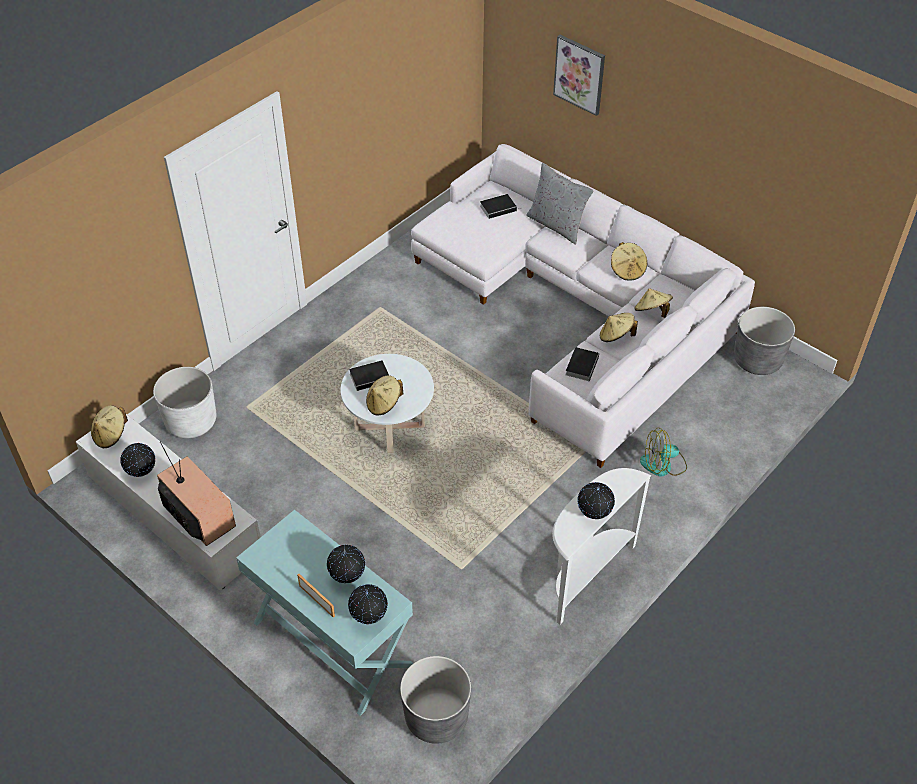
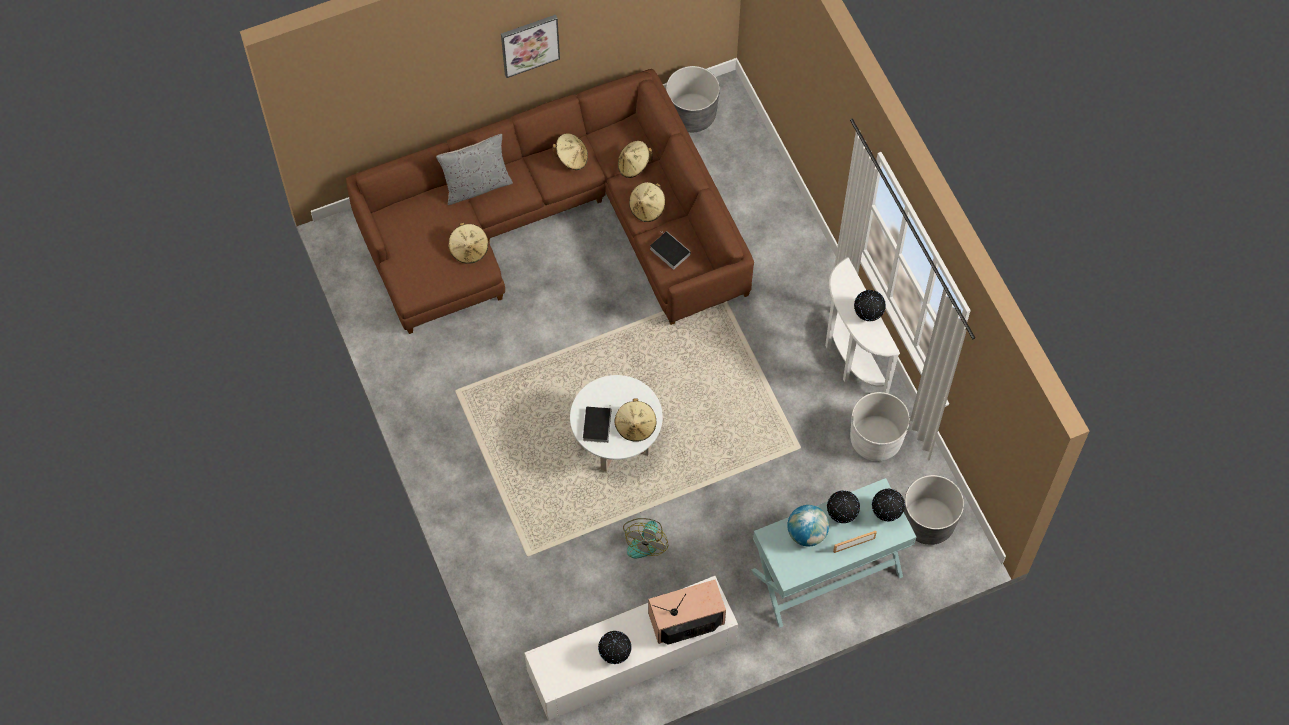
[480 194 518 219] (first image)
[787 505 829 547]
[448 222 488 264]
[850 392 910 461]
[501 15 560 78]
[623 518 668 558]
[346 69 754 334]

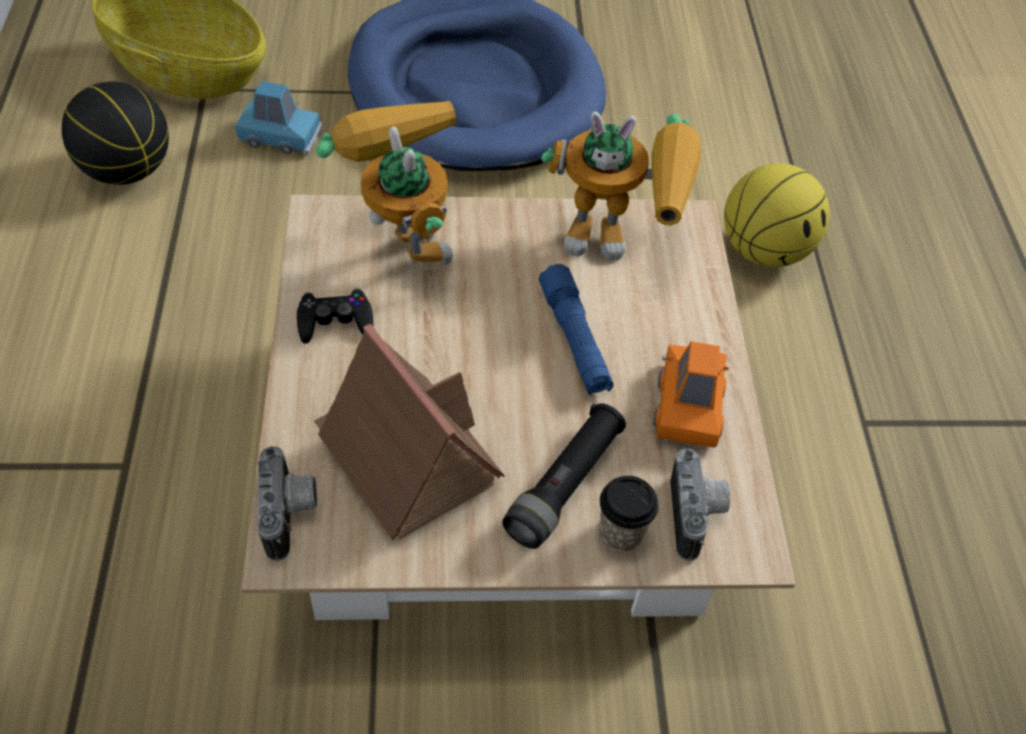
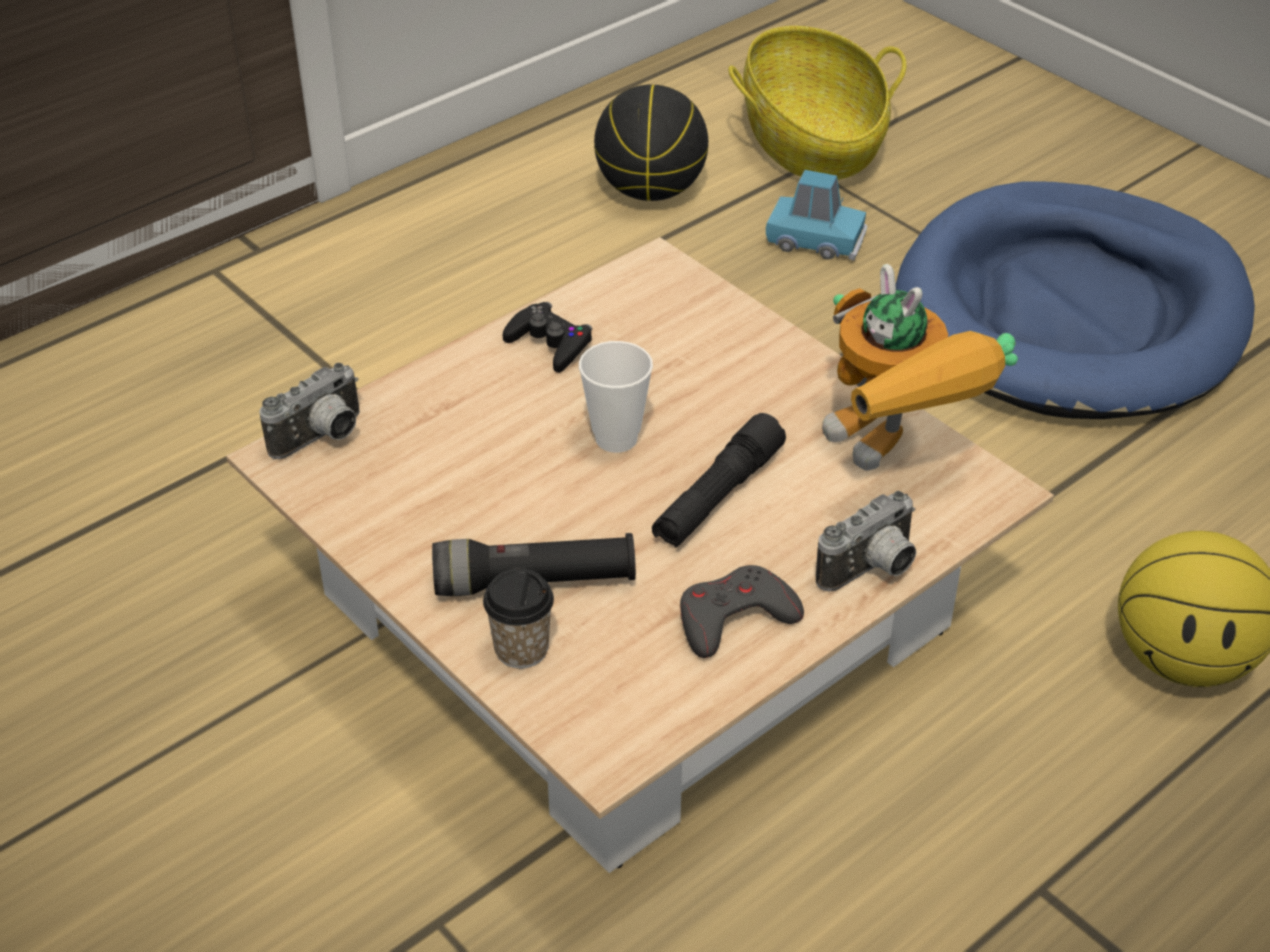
[314 323 505 540] (first image)
[316 101 456 265] (first image)
[579 341 653 453]
[816 491 916 592]
[680 565 804 658]
[652 413 786 547]
[766 170 867 261]

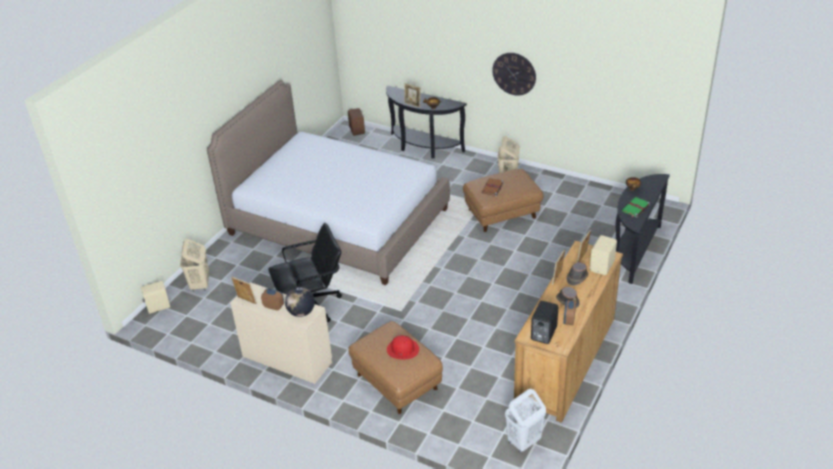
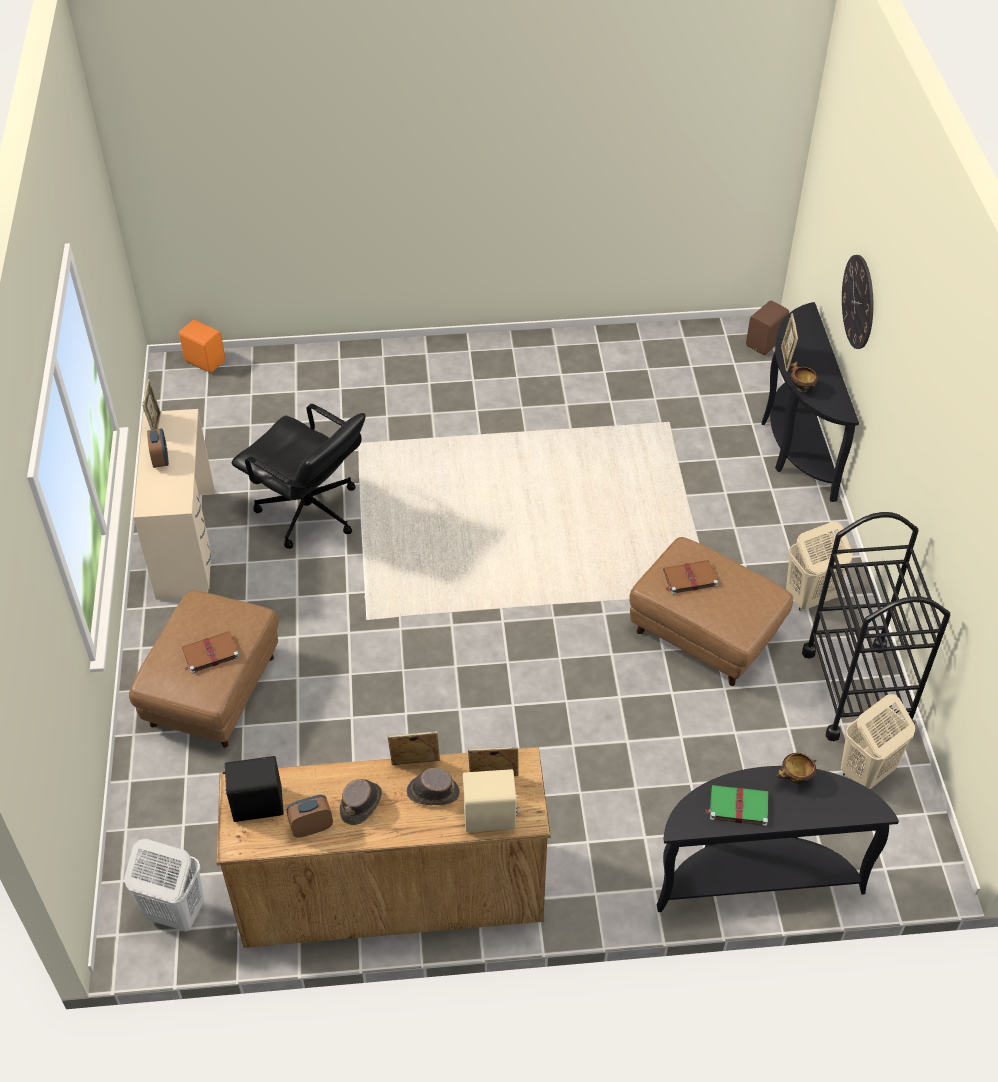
[207 80 450 285] (first image)
[285 287 315 317] (first image)
[802 512 950 741]
[841 694 915 789]
[842 255 873 349]
[182 631 239 674]
[179 320 225 373]

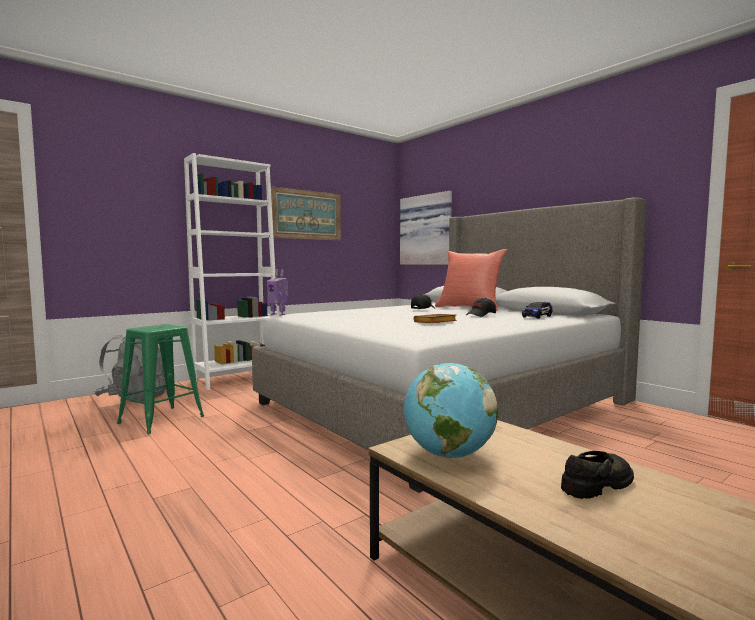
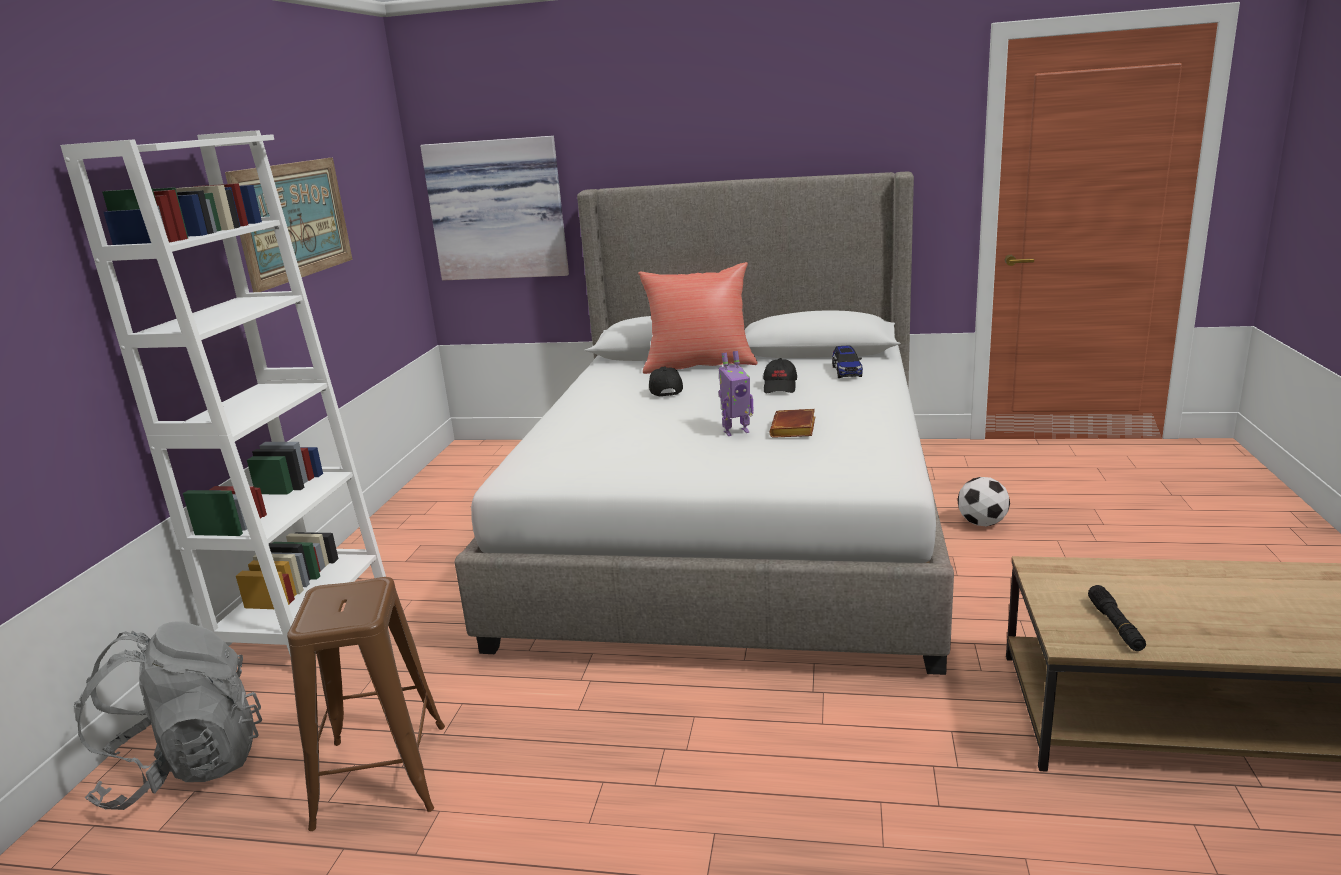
[561 451 634 499] (first image)
[957 477 1010 527]
[719 351 754 436]
[1088 585 1146 651]
[287 577 445 831]

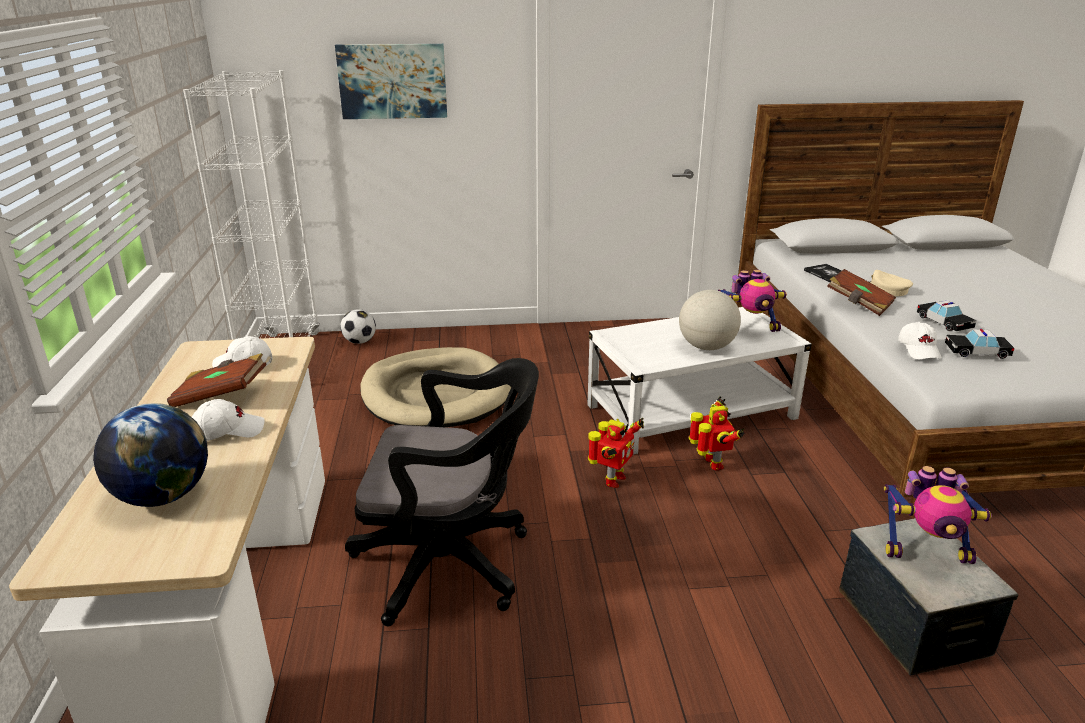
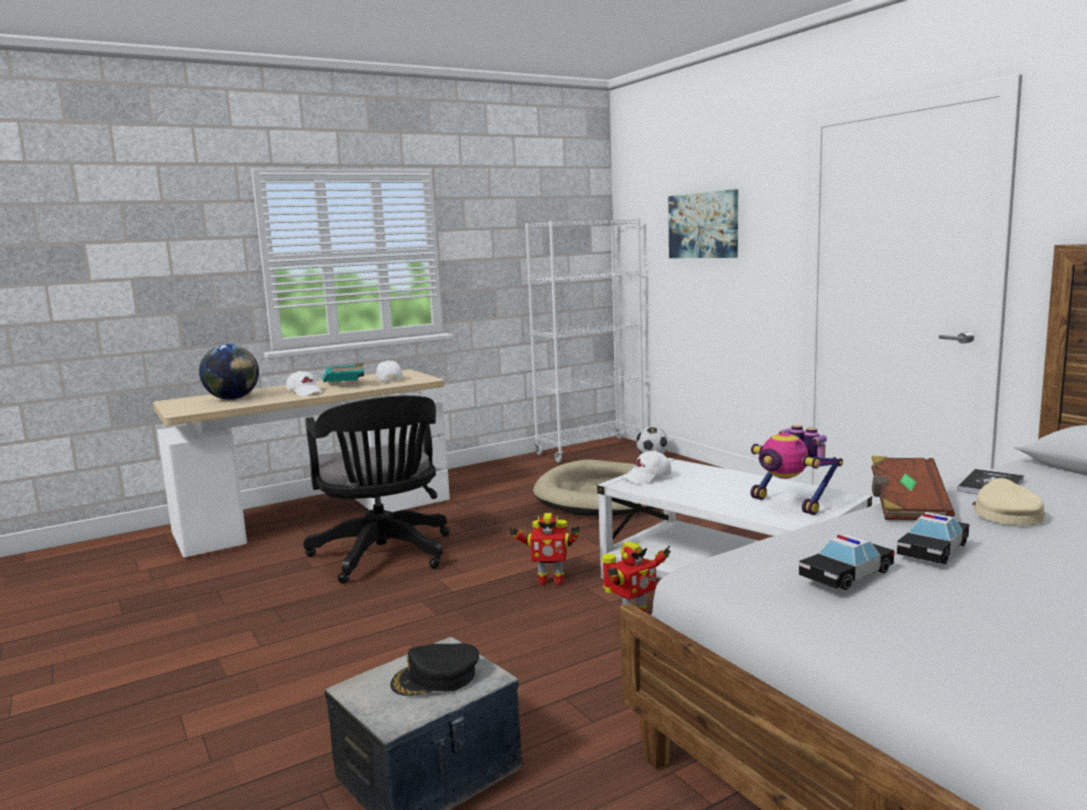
[679 290 741 350] (first image)
[623 451 672 484]
[390 643 479 696]
[322 363 364 382]
[799 534 895 590]

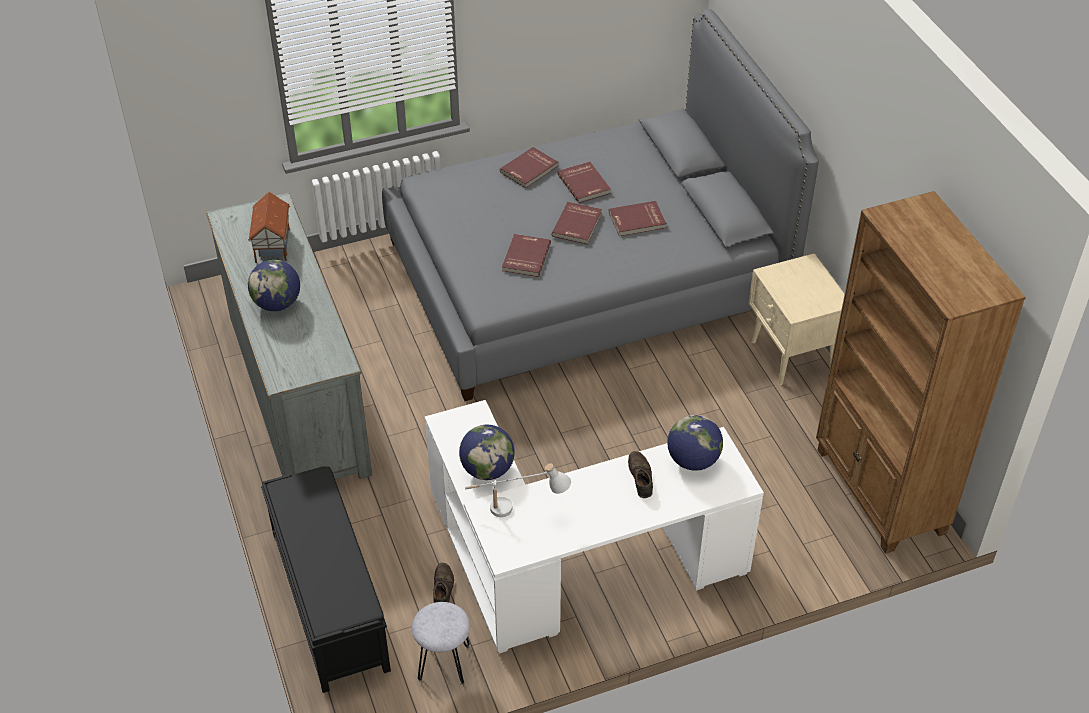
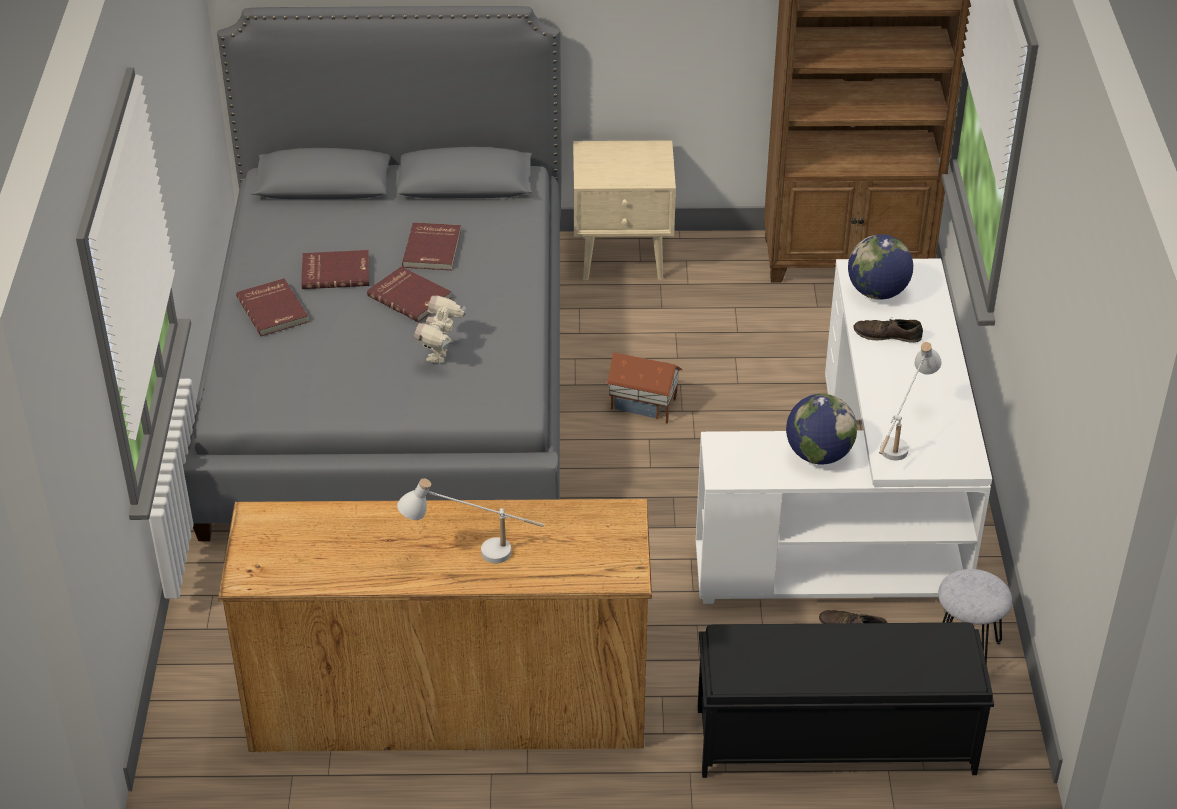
[606 353 682 424]
[397 478 544 563]
[414 296 466 363]
[218 499 652 752]

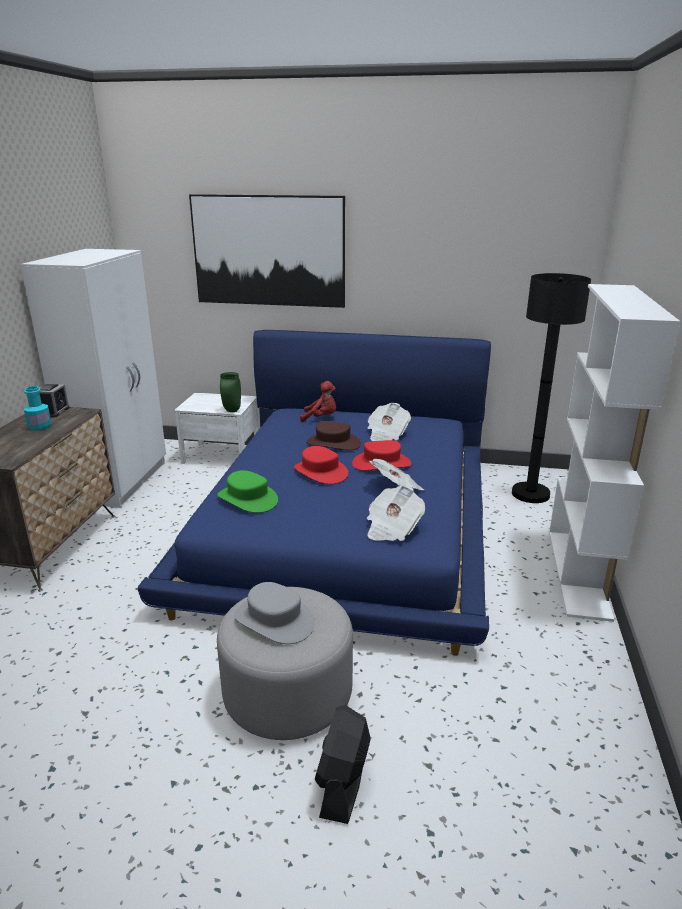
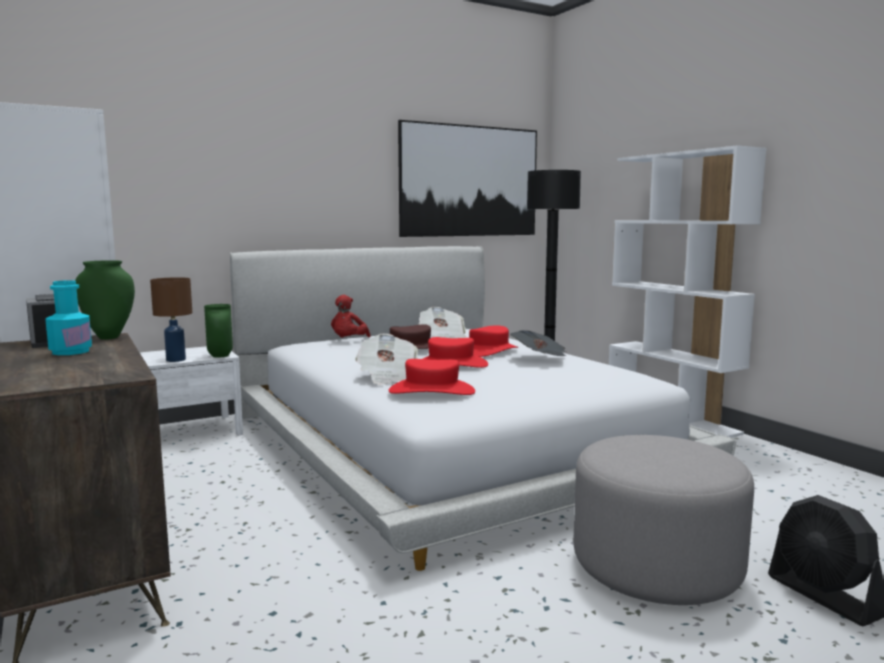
[234 582 315 644] (first image)
[75 260 135 340]
[150 277 192 362]
[398 120 537 237]
[355 334 418 385]
[230 246 736 571]
[389 359 475 395]
[331 295 371 338]

